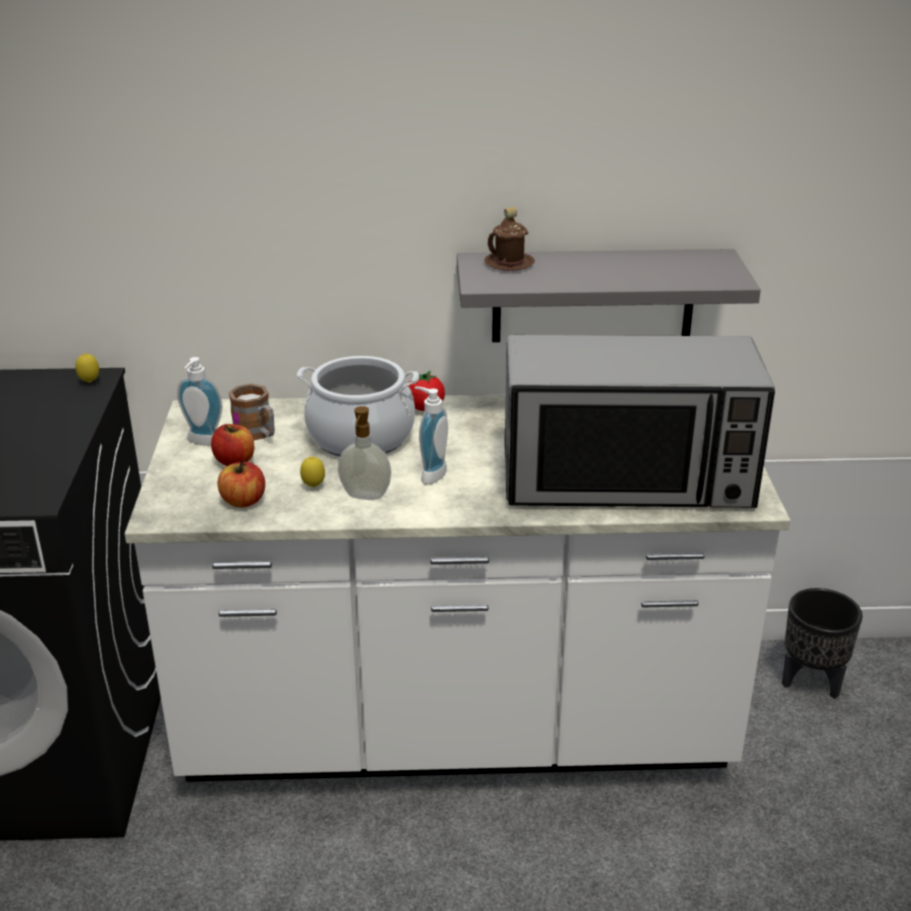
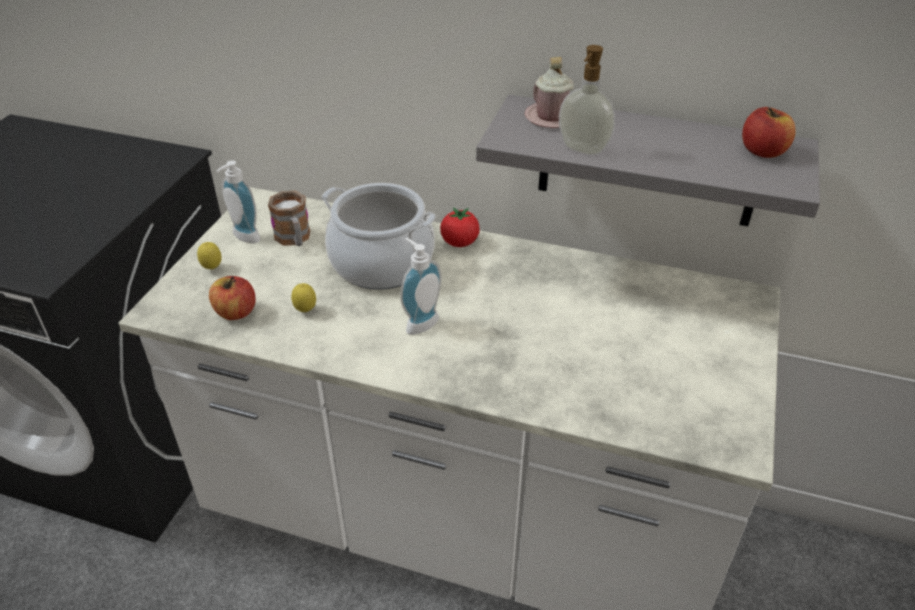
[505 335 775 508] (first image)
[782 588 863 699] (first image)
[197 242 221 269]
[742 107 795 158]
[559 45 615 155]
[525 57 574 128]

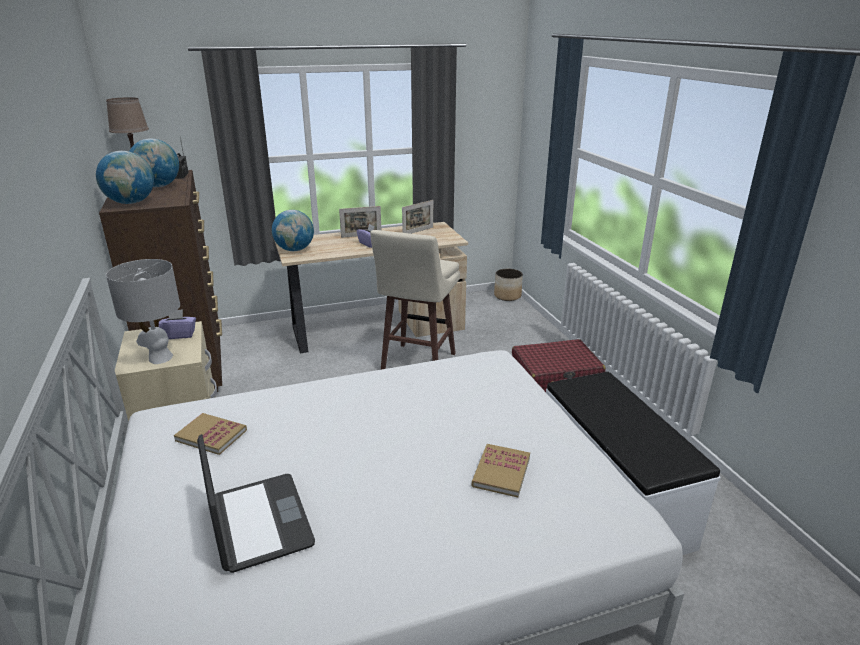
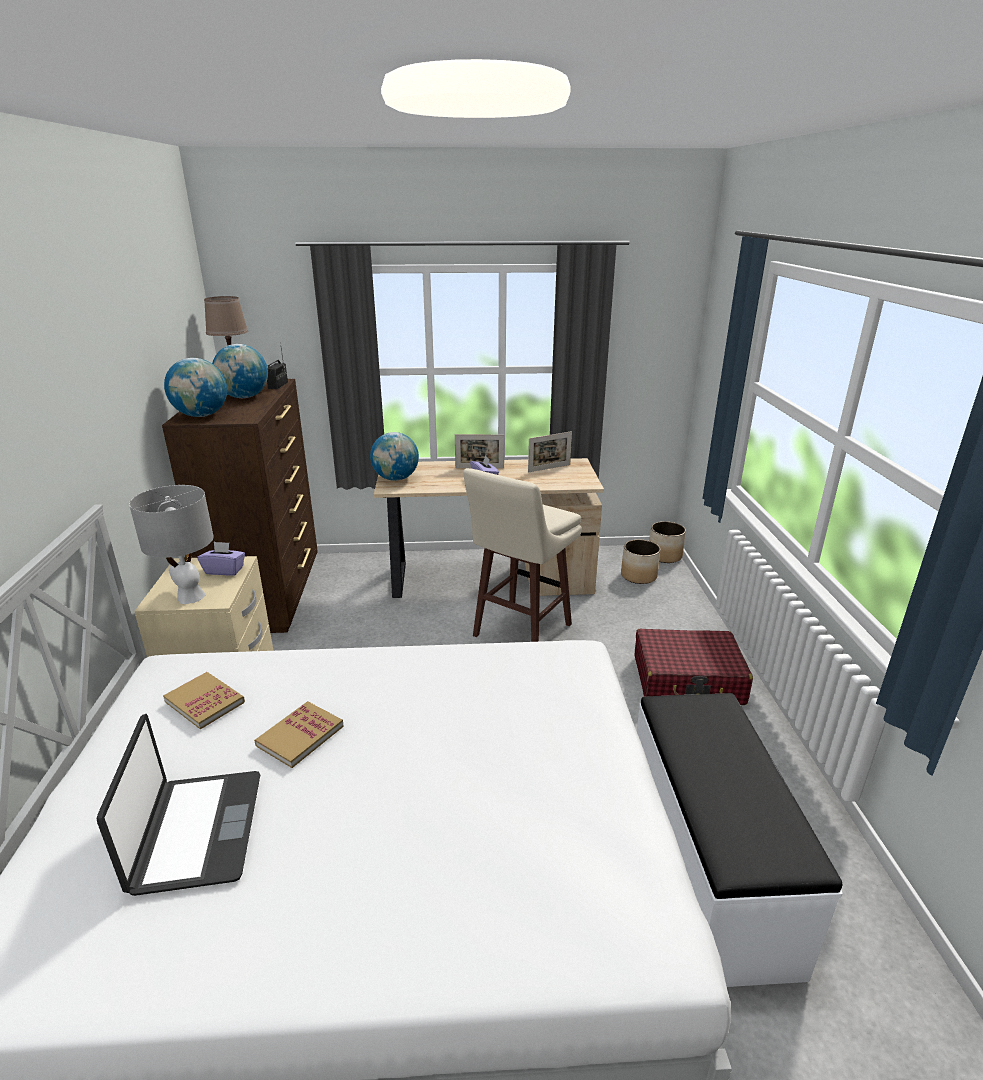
[621 539 660 584]
[254 701 344 768]

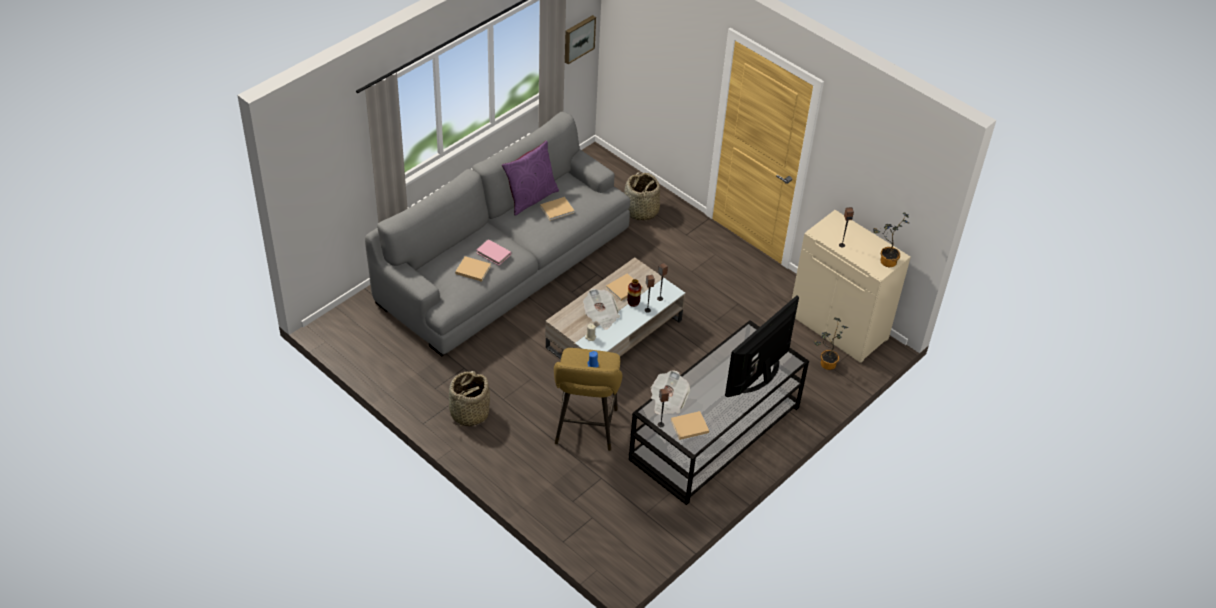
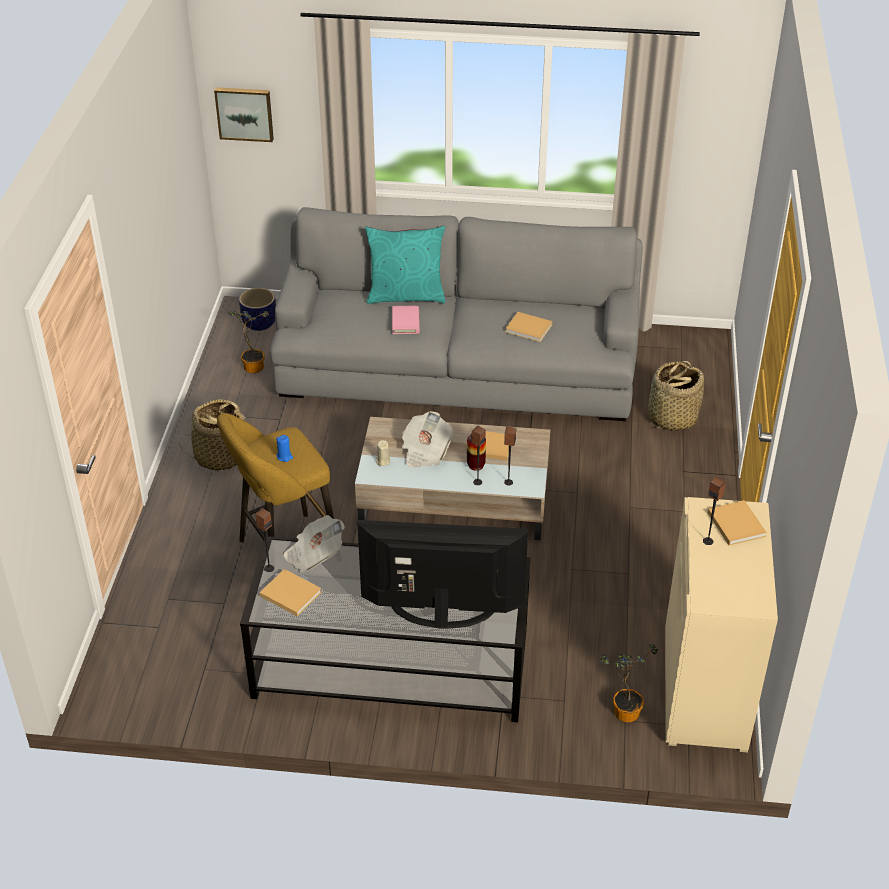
[502 140 559 216] (first image)
[239 288 276 331]
[365 226 446 304]
[708 500 767 545]
[214 87 274 142]
[227 311 269 373]

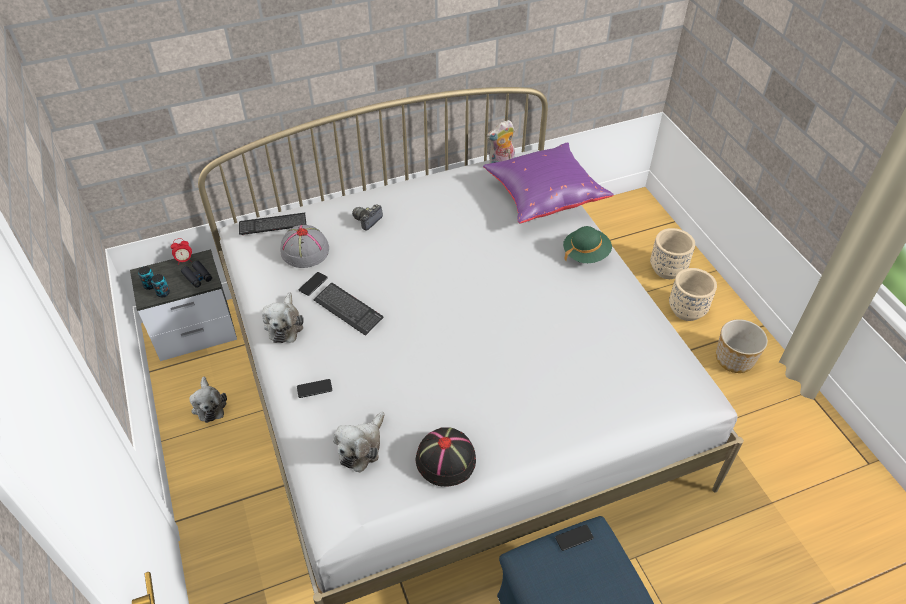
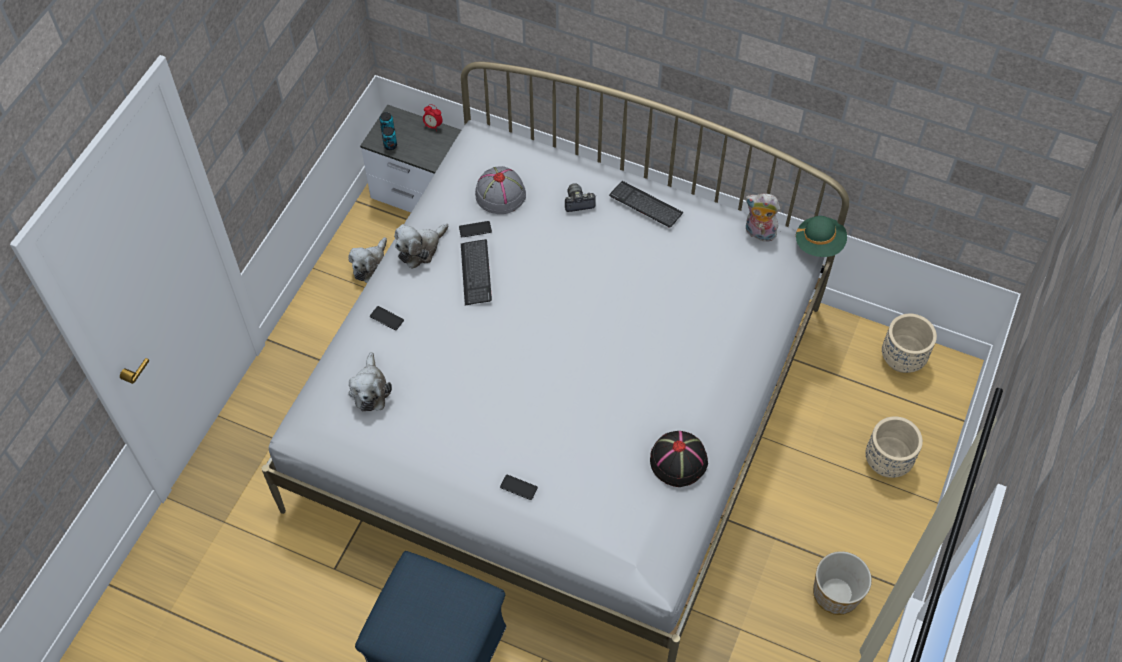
[181 260 212 288] (first image)
[483 142 614 224] (first image)
[609 181 684 228]
[650 431 708 487]
[500 475 538 500]
[795 216 847 257]
[882 314 937 373]
[349 352 392 411]

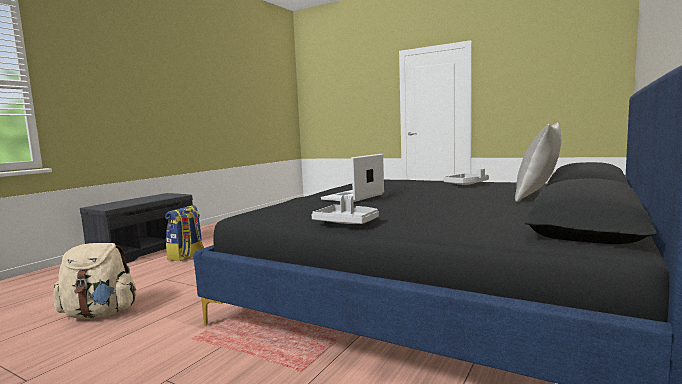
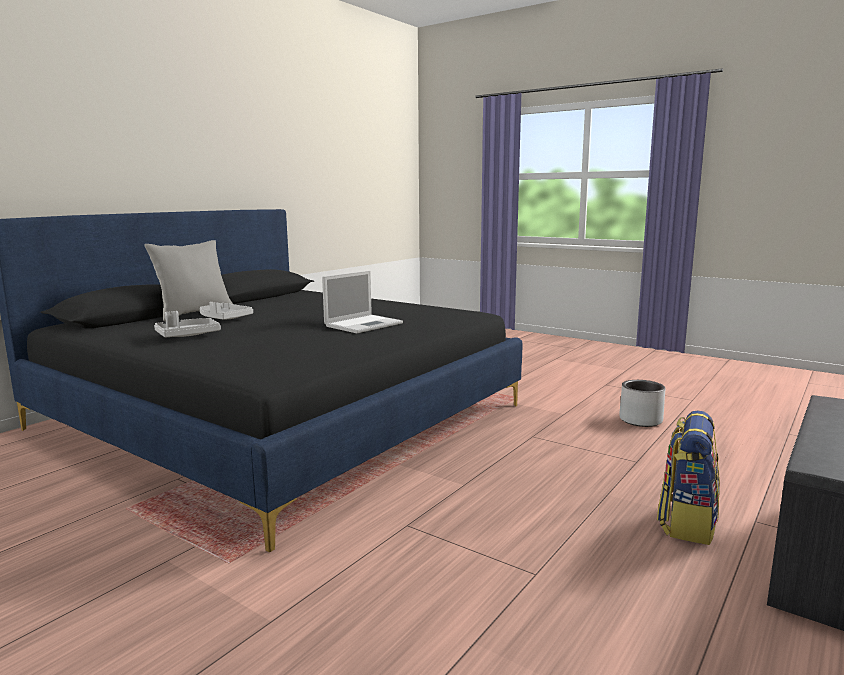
[200 302 253 320]
[619 380 666 427]

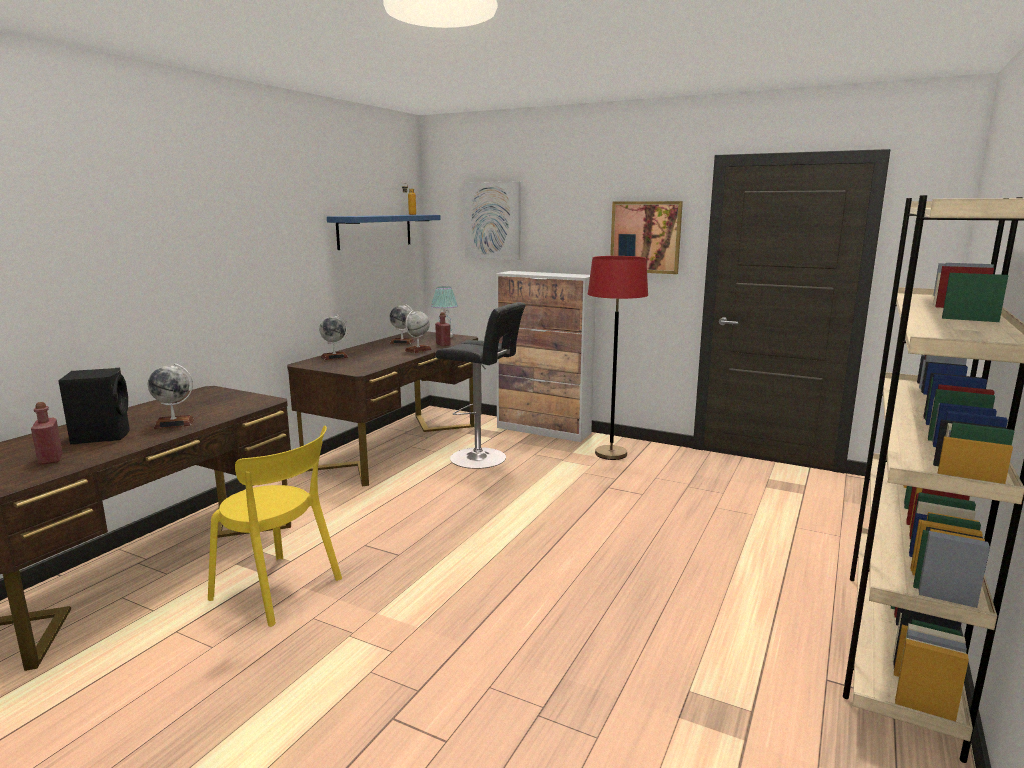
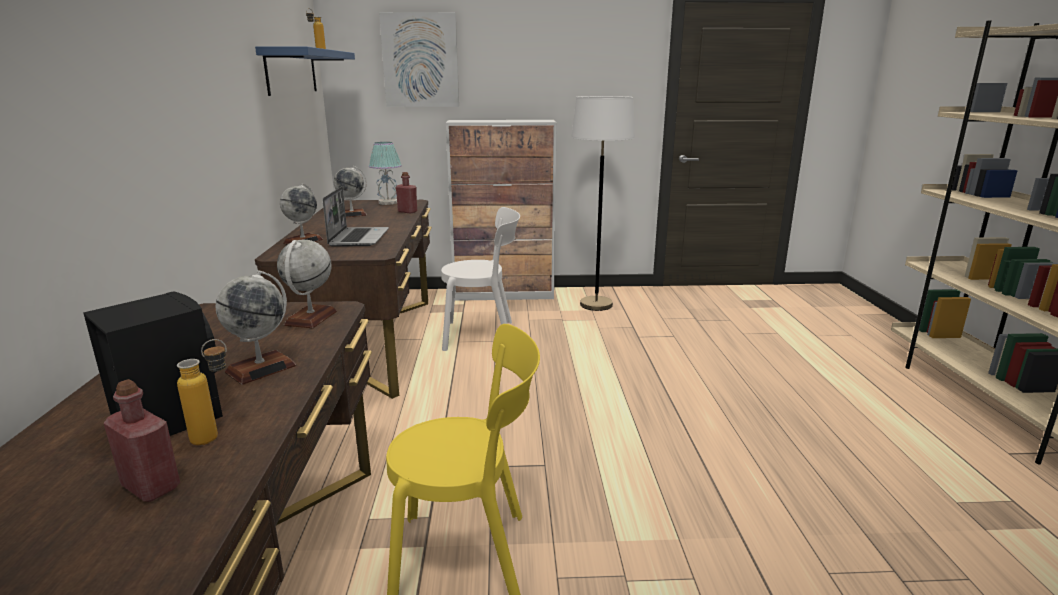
[610 201 683 274] (first image)
[177 339 227 445]
[323 186 389 247]
[277 240 337 328]
[441 207 520 351]
[571 96 635 311]

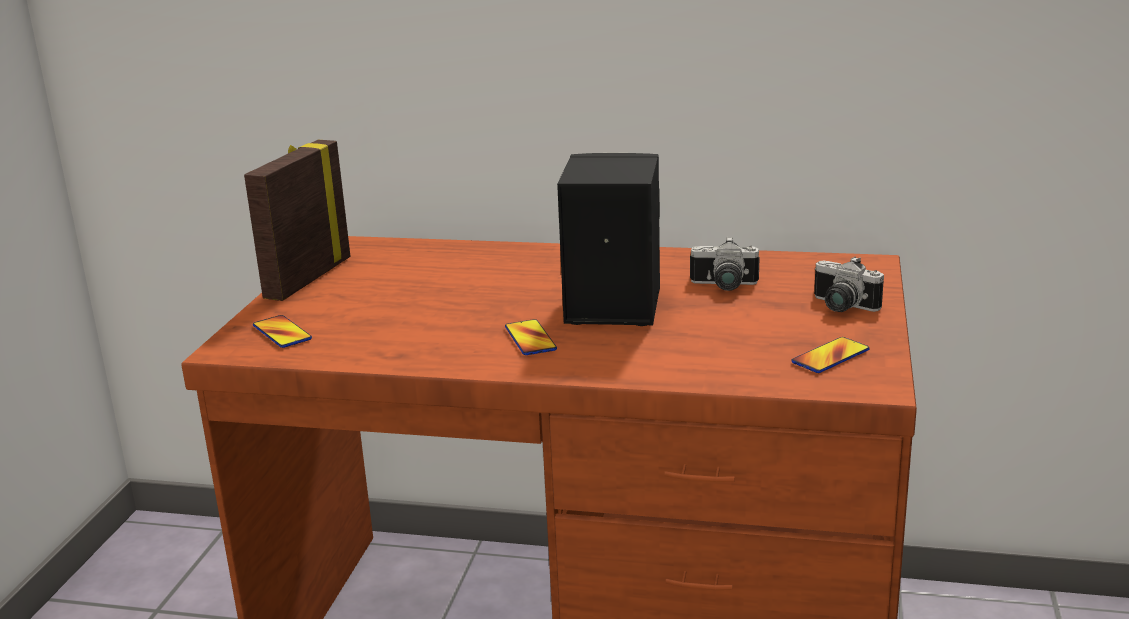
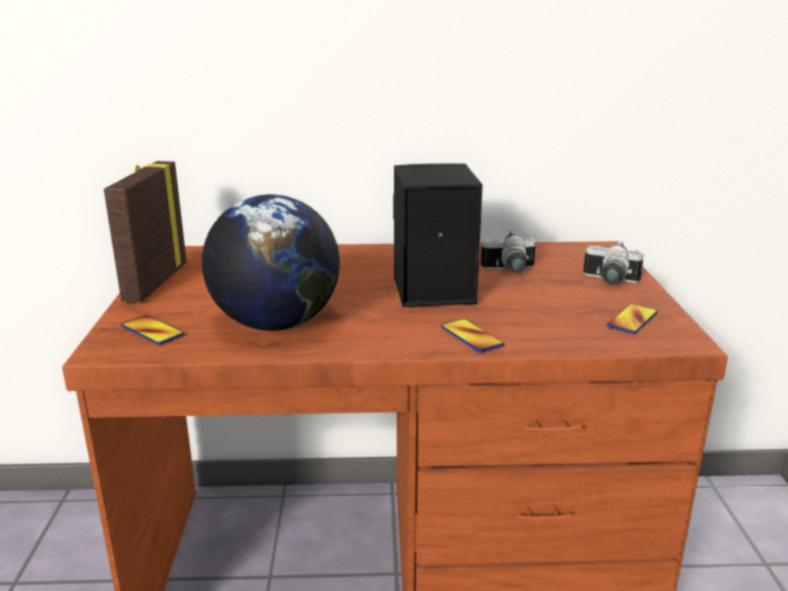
[202 194 340 331]
[441 319 504 353]

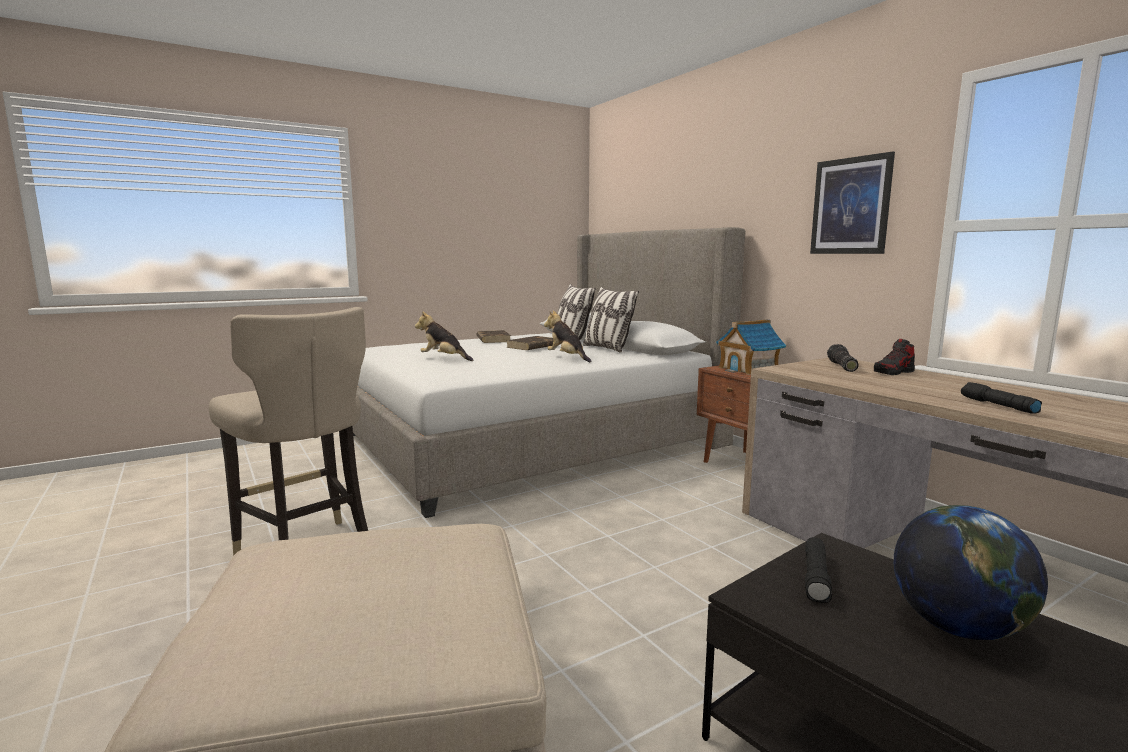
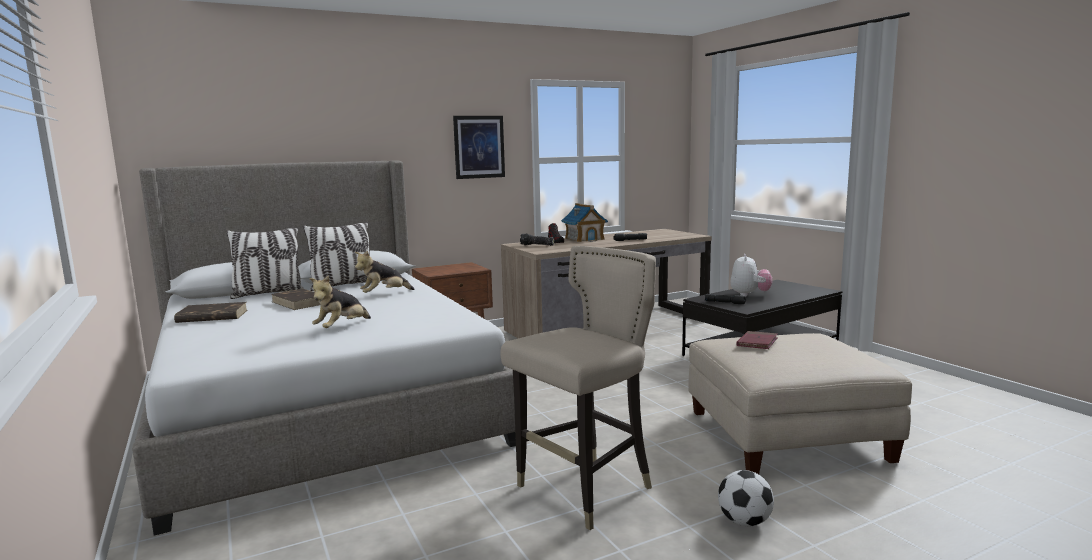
[718 470 774 526]
[736 331 778 349]
[561 203 608 242]
[730 254 772 297]

